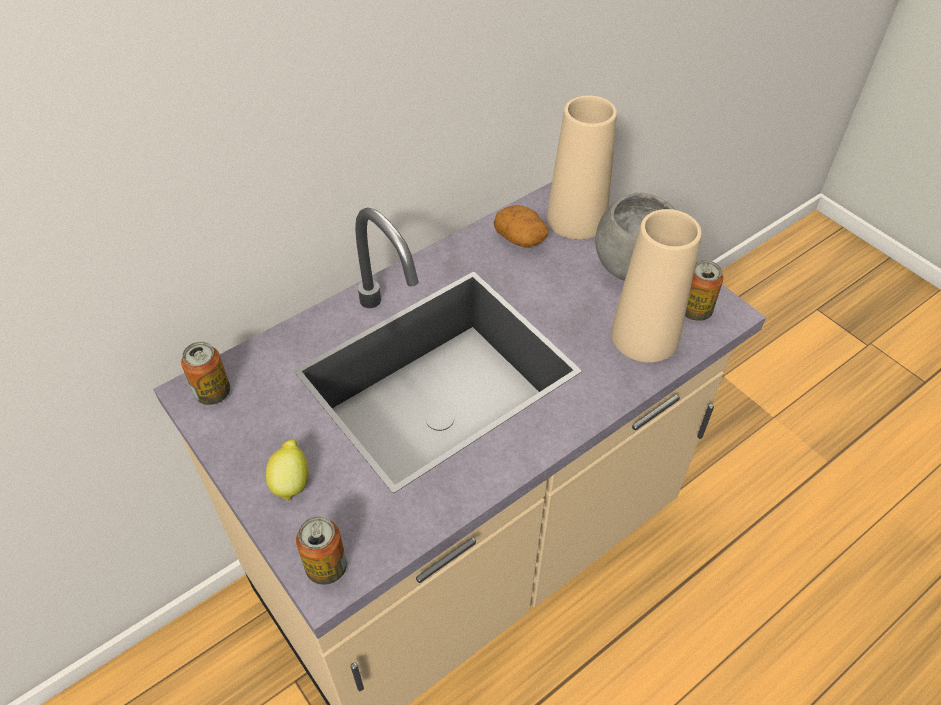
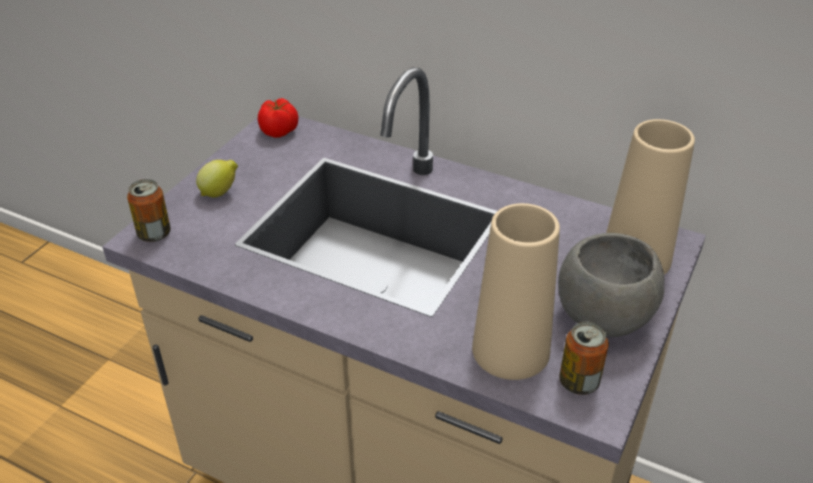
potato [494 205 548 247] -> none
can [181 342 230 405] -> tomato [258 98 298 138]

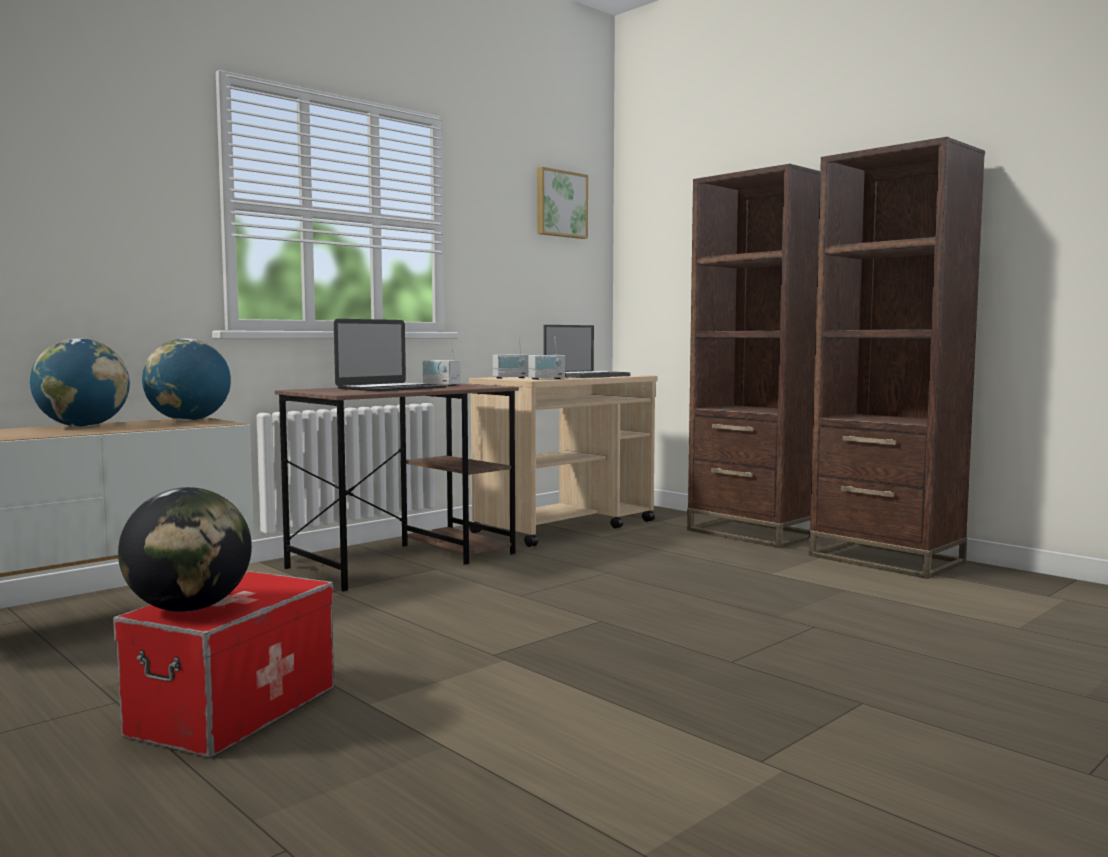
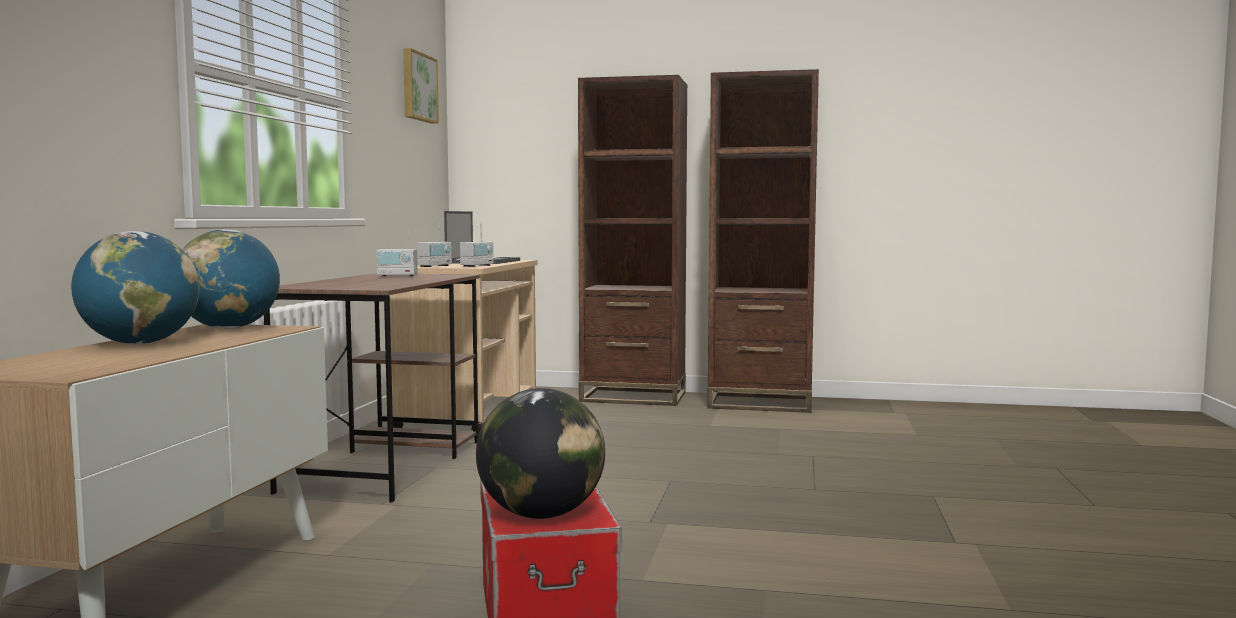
laptop [334 319 447 391] -> none

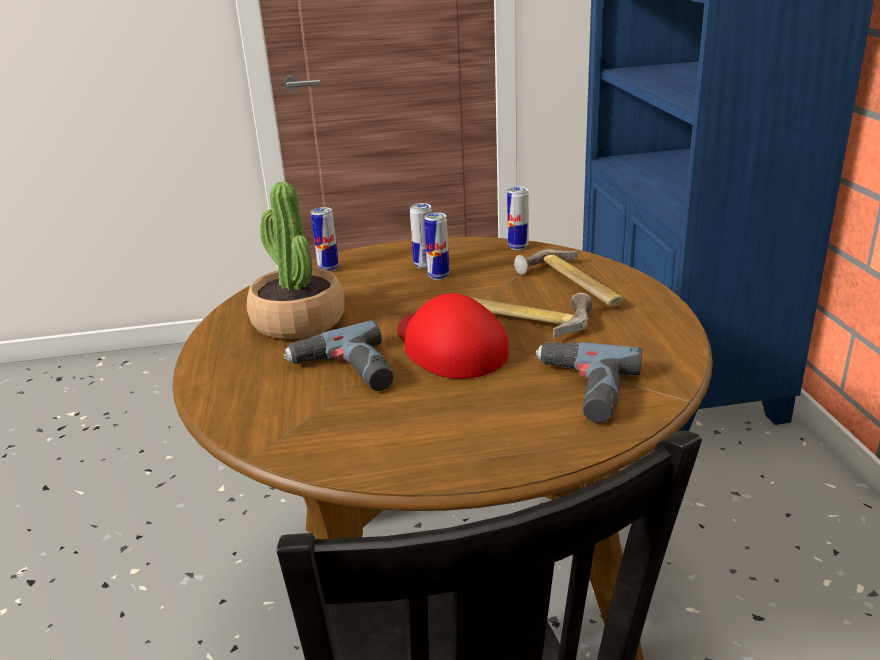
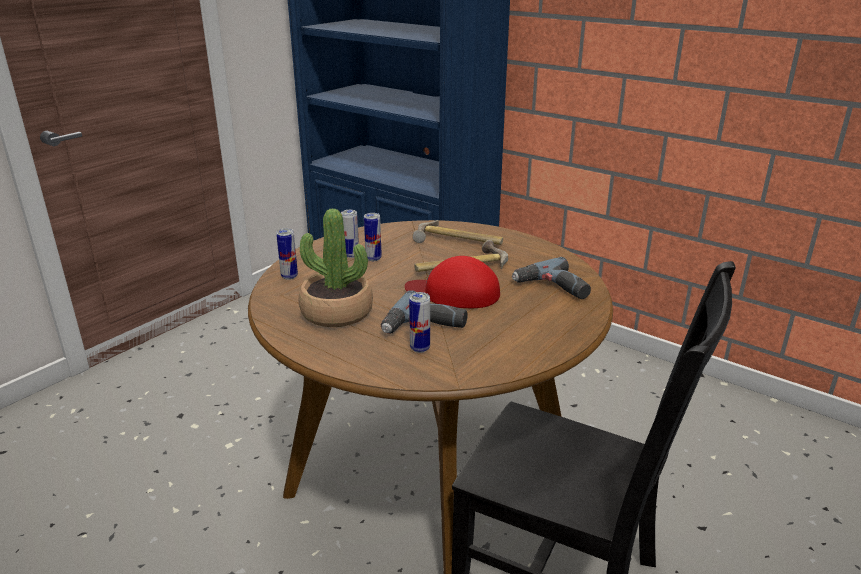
can [507 187 528 250] -> can [409 292 430 353], shifted

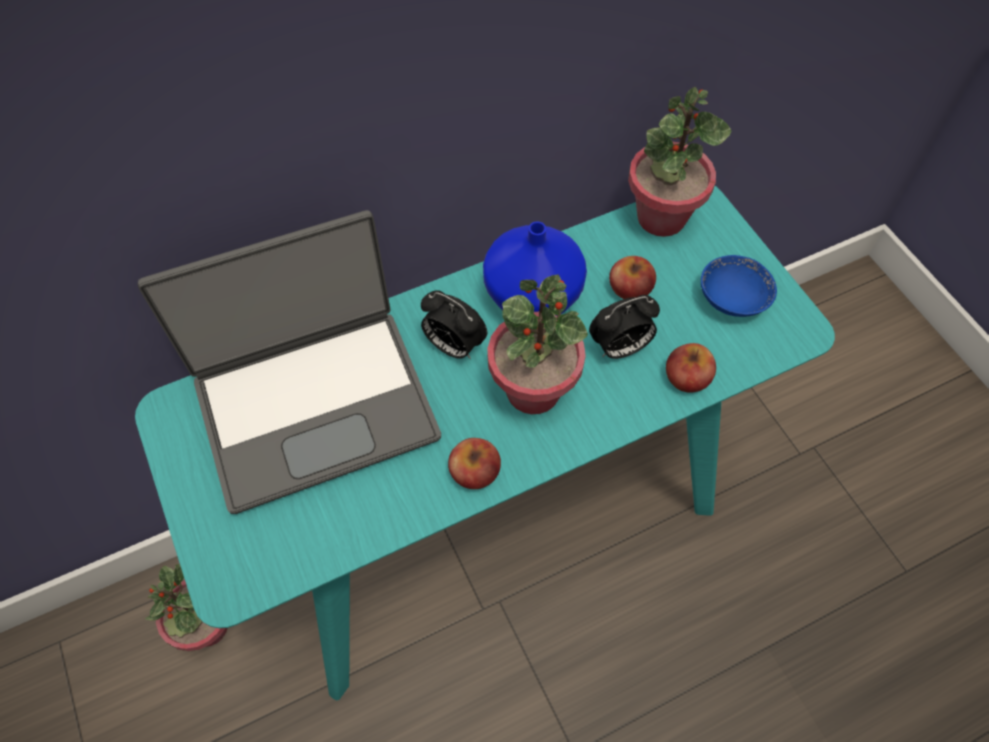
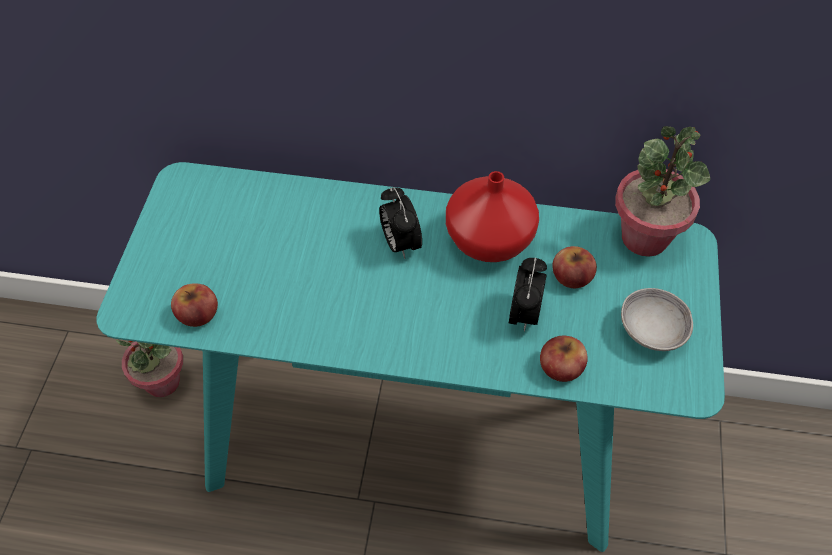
laptop [138 210 441 514] -> none
blue_vase [483 221 587 316] -> red_vase [446 171 539 262]
blue_bowl [701 255 777 317] -> grey_bowl [621 288 693 351]
potted_plant [487 275 588 414] -> none
alarm_clock [589 295 660 359] -> alarm_clock [509 258 547 332], 90 degrees counterclockwise
apple [448 438 501 489] -> apple [171 283 218 327], shifted

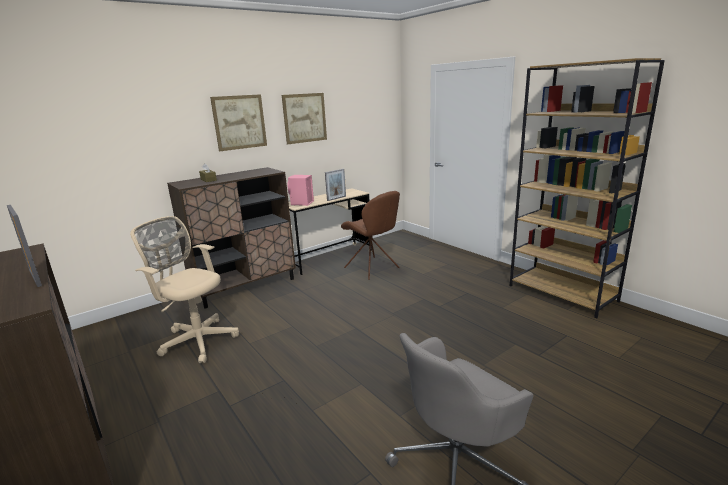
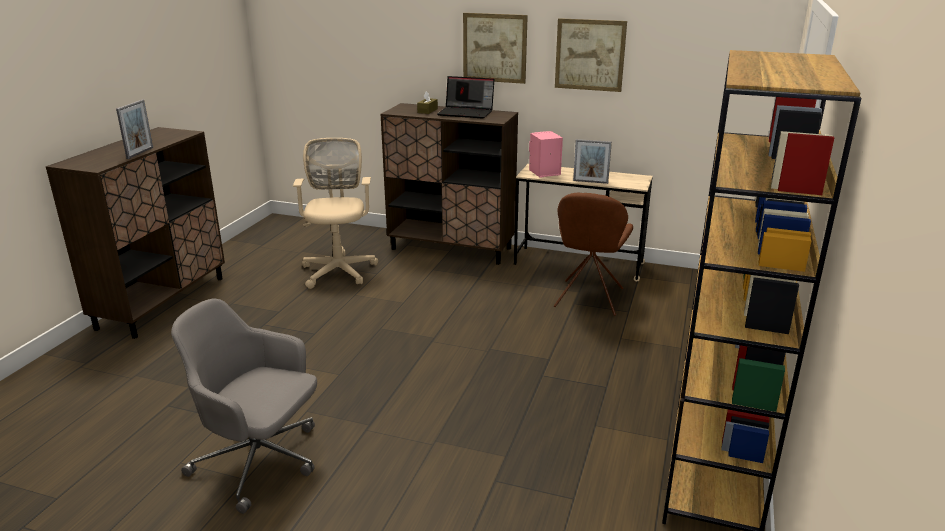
none -> laptop [437 76 495 119]

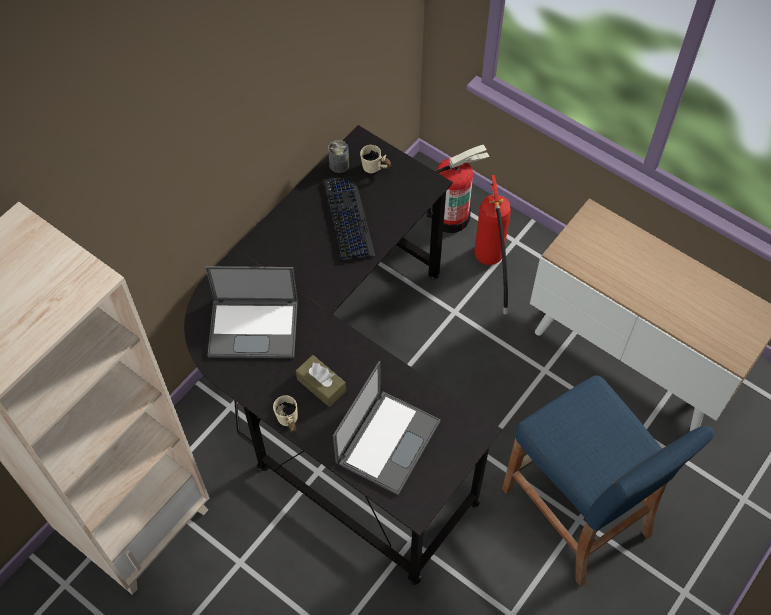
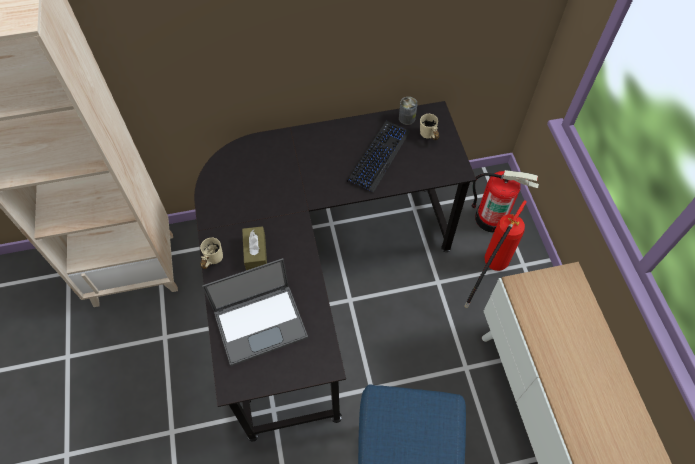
laptop [205 266 298 358] -> none

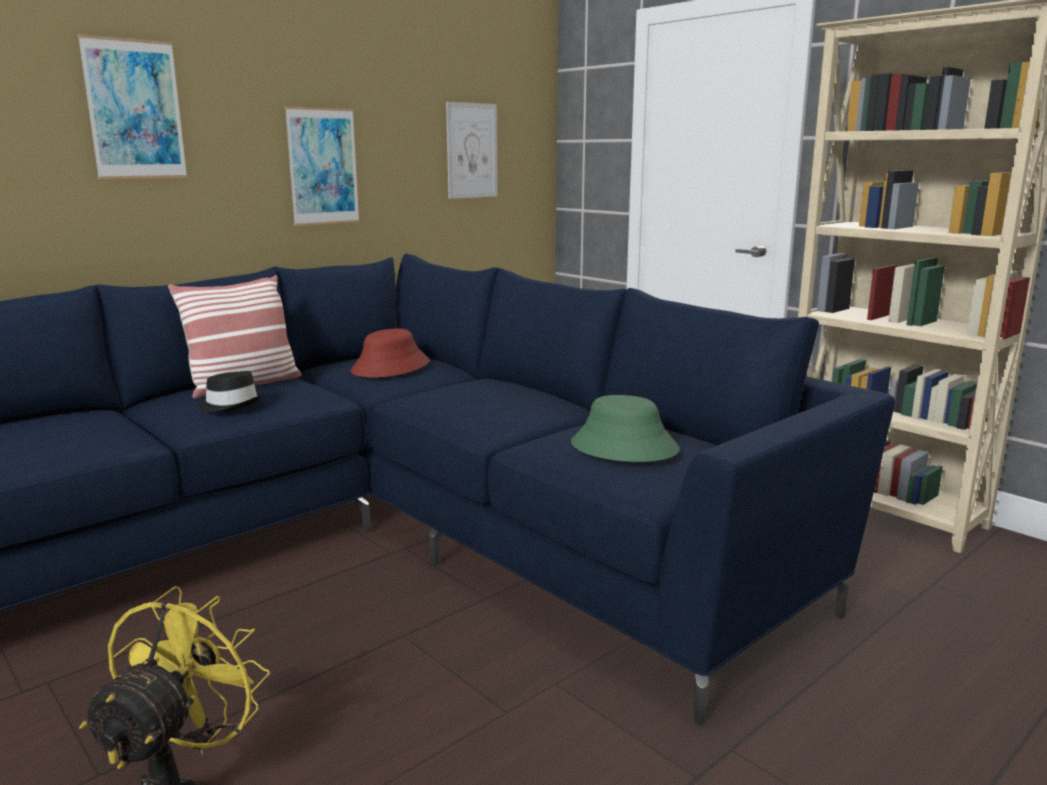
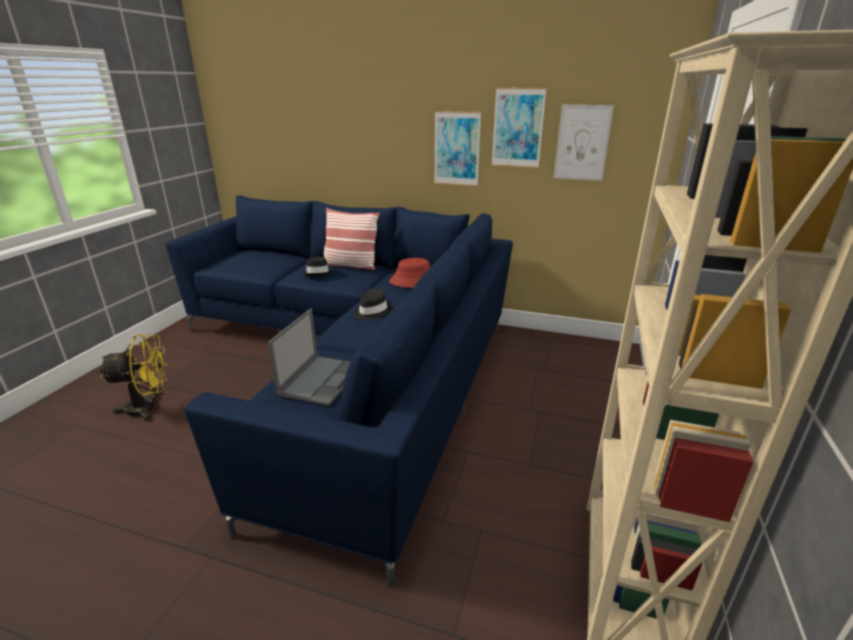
picture [78 34 187 179] -> picture [492 88 547 168], shifted
green_hat [571 395 680 462] -> laptop [268 309 350 406]
none -> black_hat [354 288 392 320]

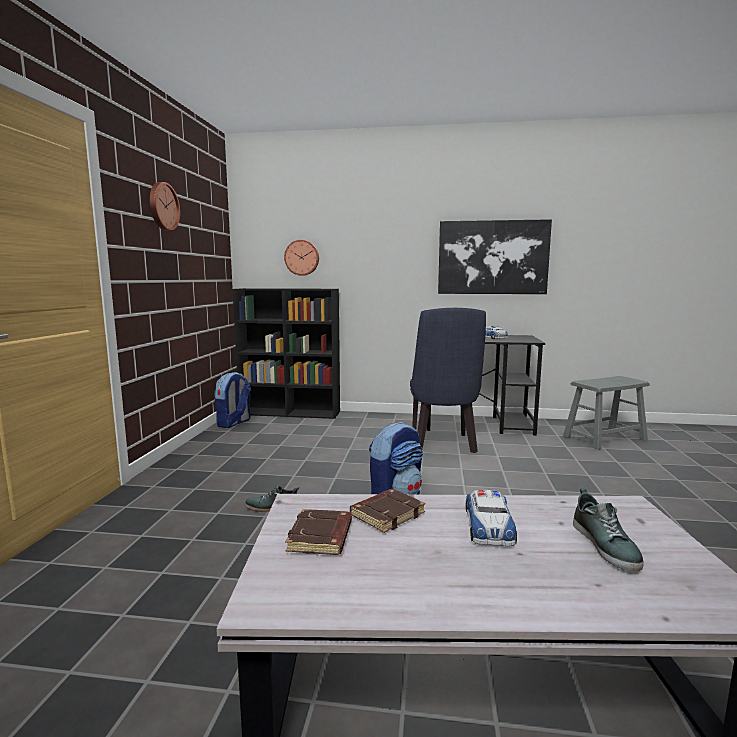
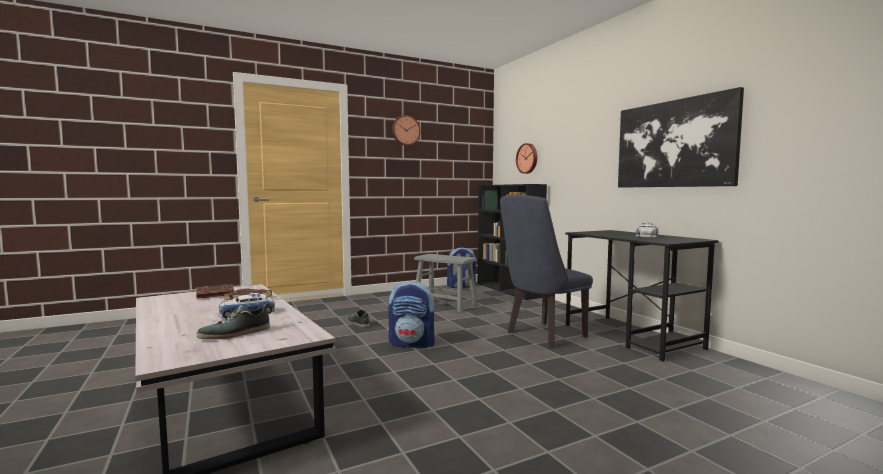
grey_stool [563 376 650 450] -> grey_stool [414 254 478 312], shifted

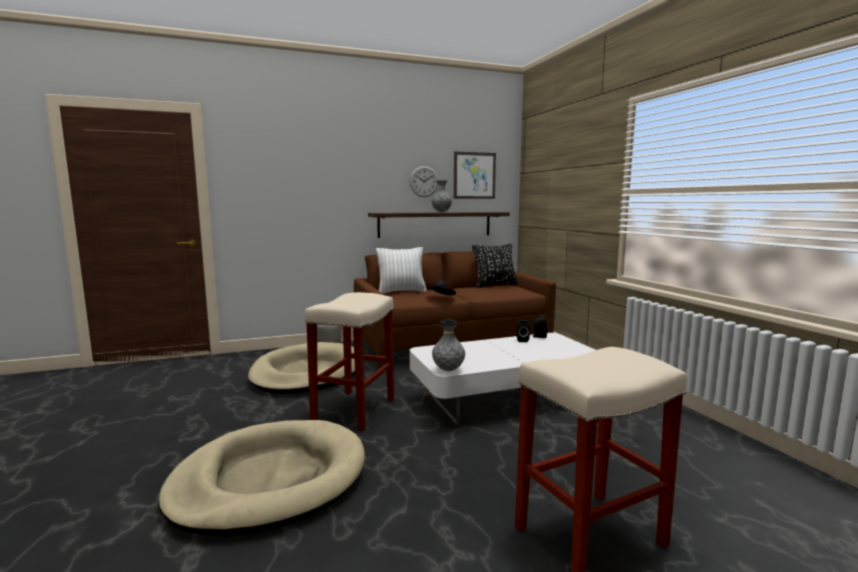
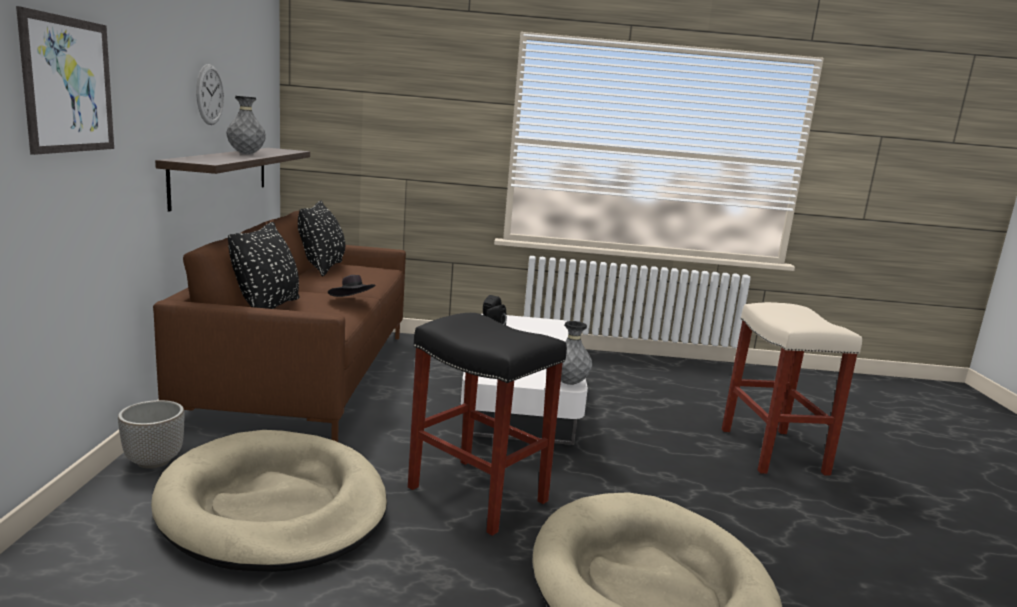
picture [454 151 496 199] -> picture [16 6 114 155], shifted
white_pillow [376 247 427 293] -> black_pillow [228 222 299 309]
beige_stool [304 292 394 431] -> black_stool [408 313 567 536]

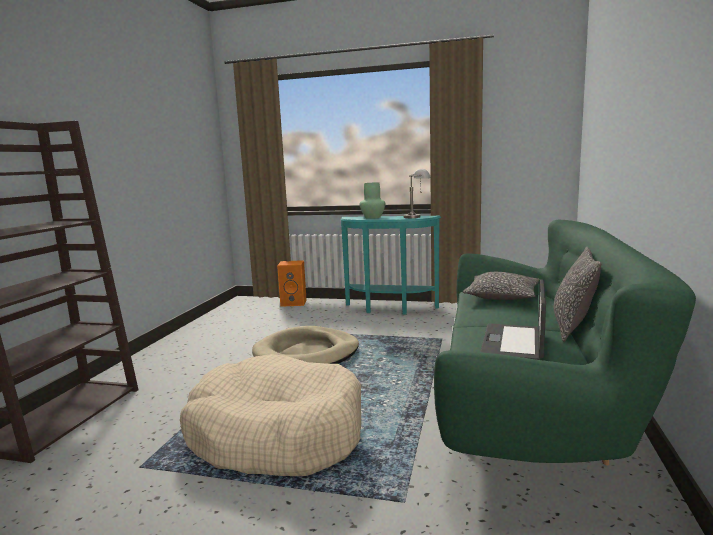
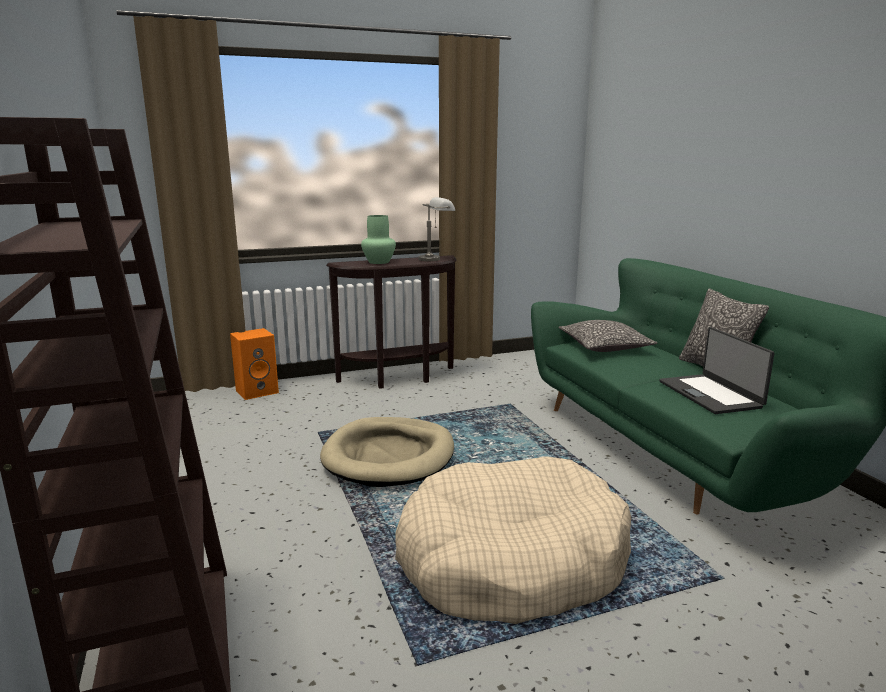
turquoise_console_table [340 216 441 315] -> brown_console_table [326 255 456 389]

